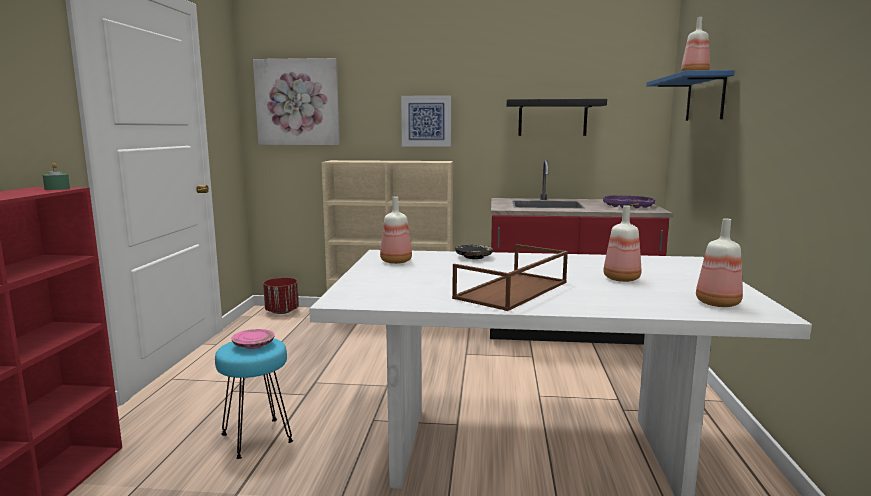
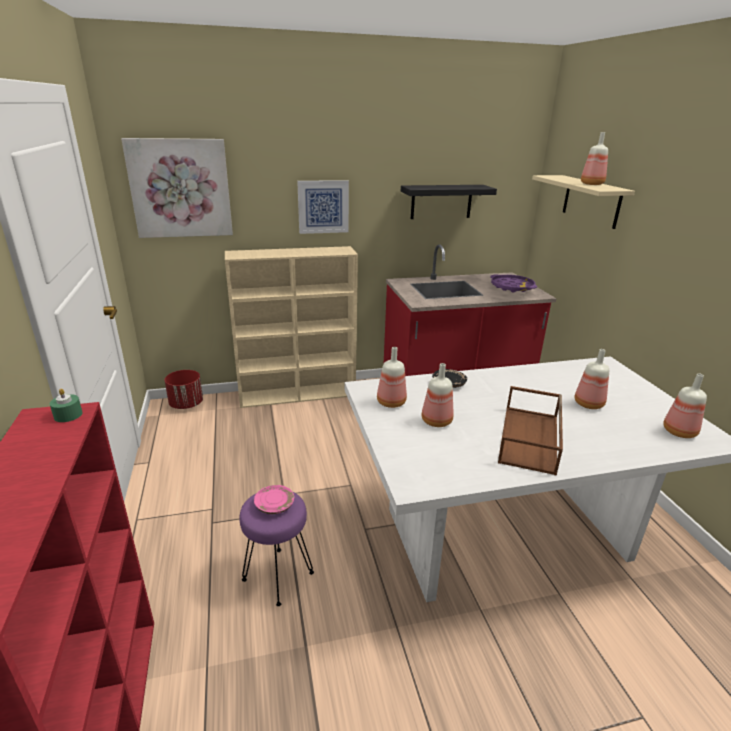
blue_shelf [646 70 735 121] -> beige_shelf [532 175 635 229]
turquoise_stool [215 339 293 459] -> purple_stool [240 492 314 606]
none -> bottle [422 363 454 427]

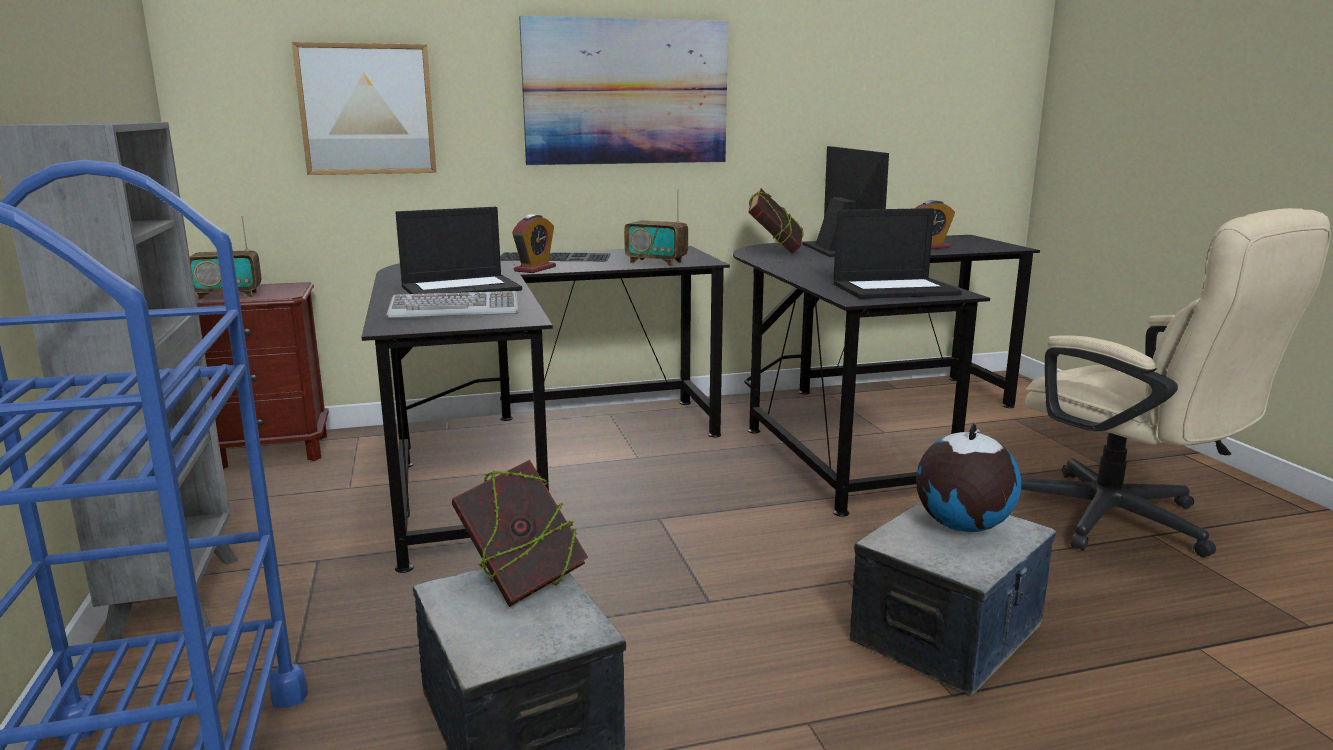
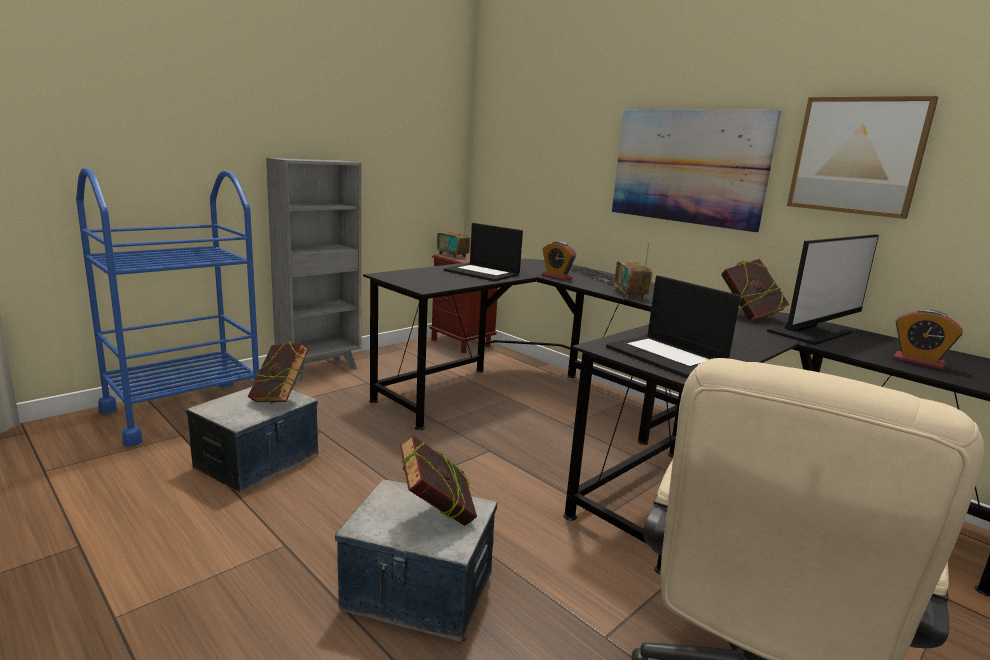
picture [292 42 436 175] -> picture [787 96 938 219], shifted
alarm_clock [512 215 556 273] -> alarm_clock [541 241 576 281], 45 degrees clockwise
keyboard [386 291 518 318] -> none
globe [916 423 1021 532] -> book [400 435 477 526]

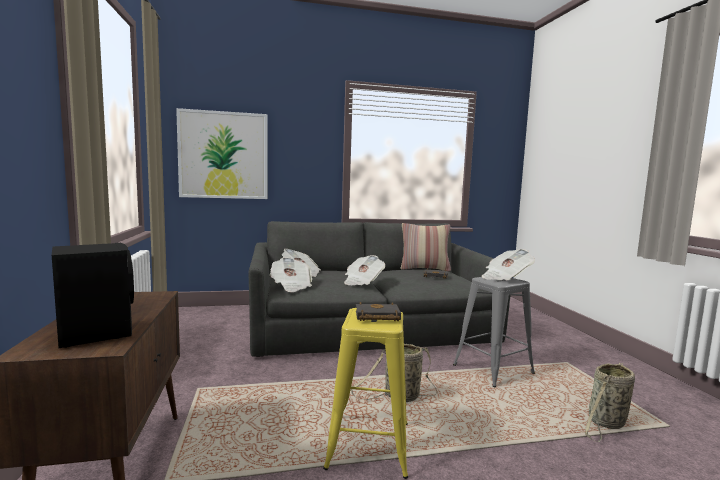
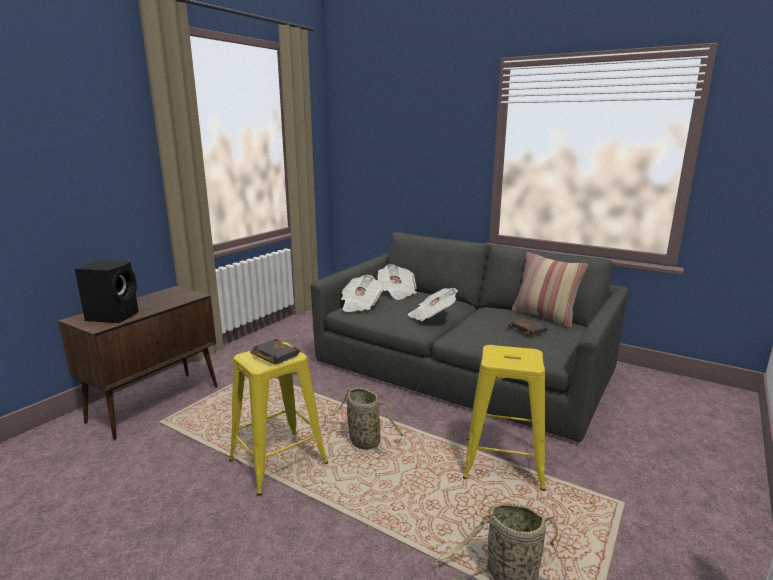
picture [176 108 267 199] -> none
newspaper [481 249 535 281] -> none
grey_stool [453 277 535 387] -> yellow_stool [463 345 545 491]

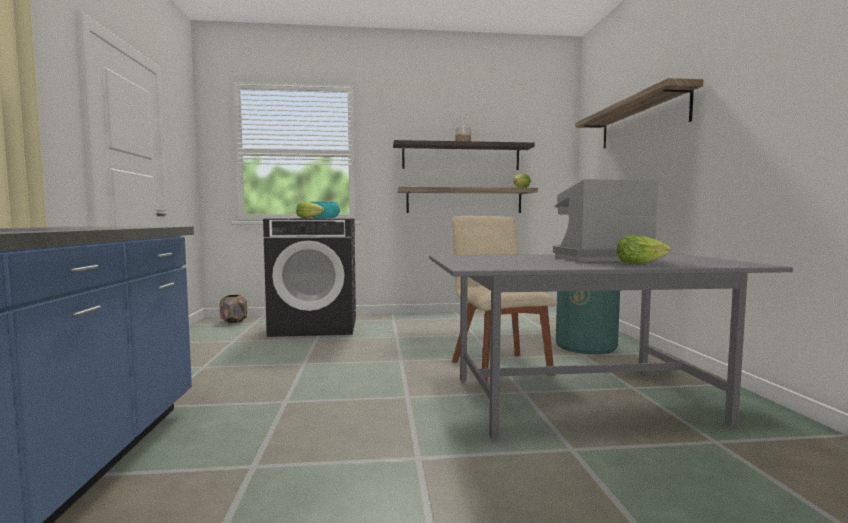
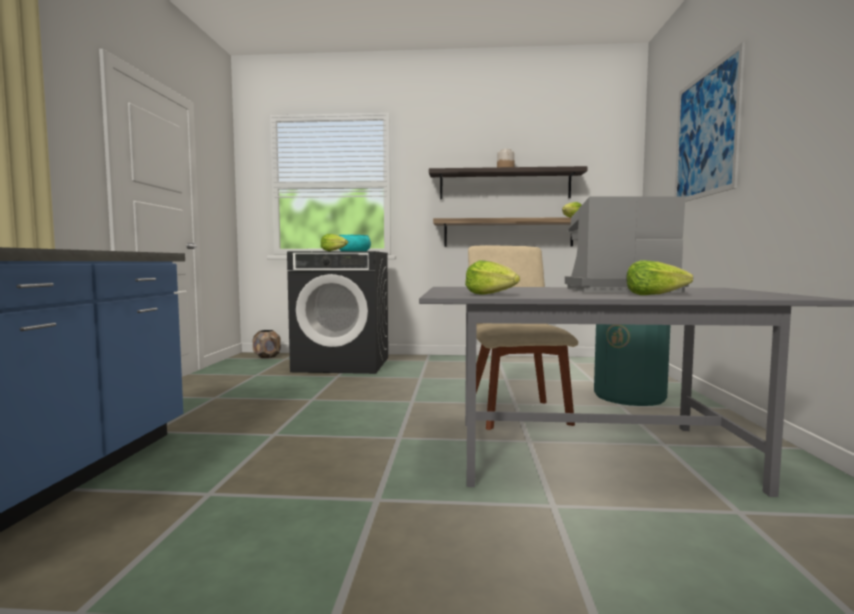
shelf [575 78 703 148] -> picture [675 42 745 202]
none -> lettuce [465 260 520 295]

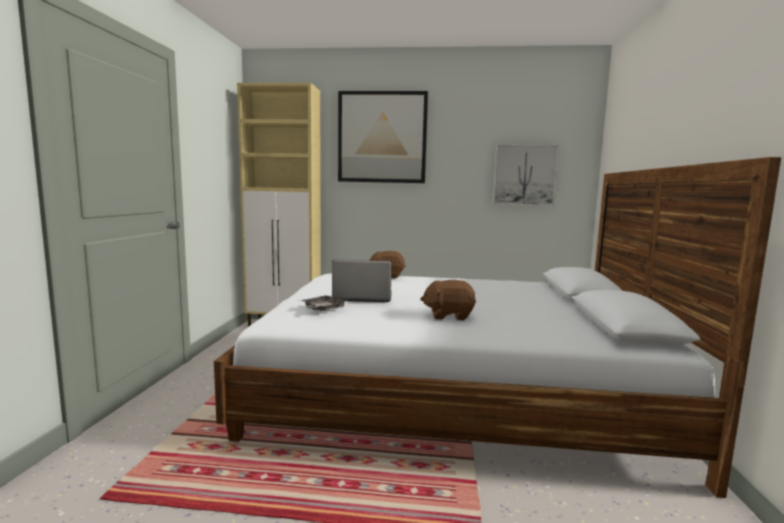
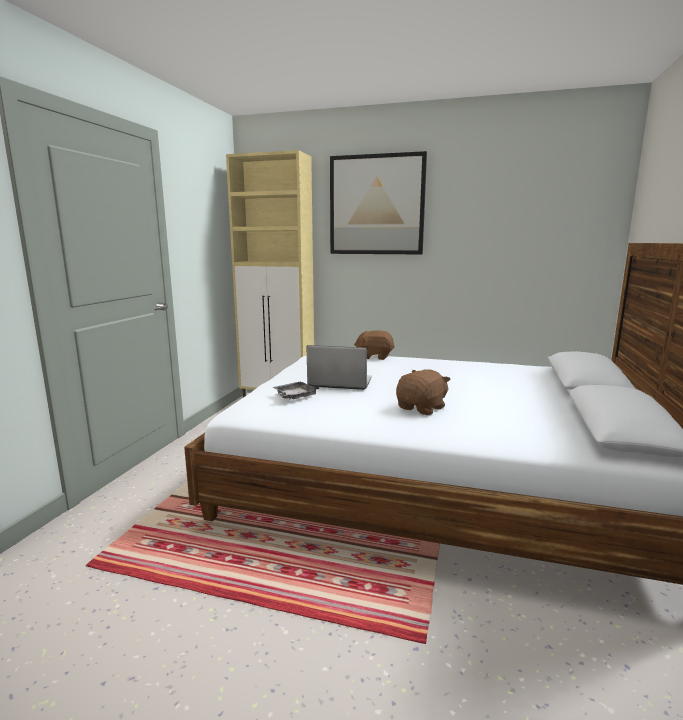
picture [493 144 559 206] -> none
brown_plush_toy [421 280 476 320] -> brown_plush_toy [396 370 451 415], 120 degrees clockwise

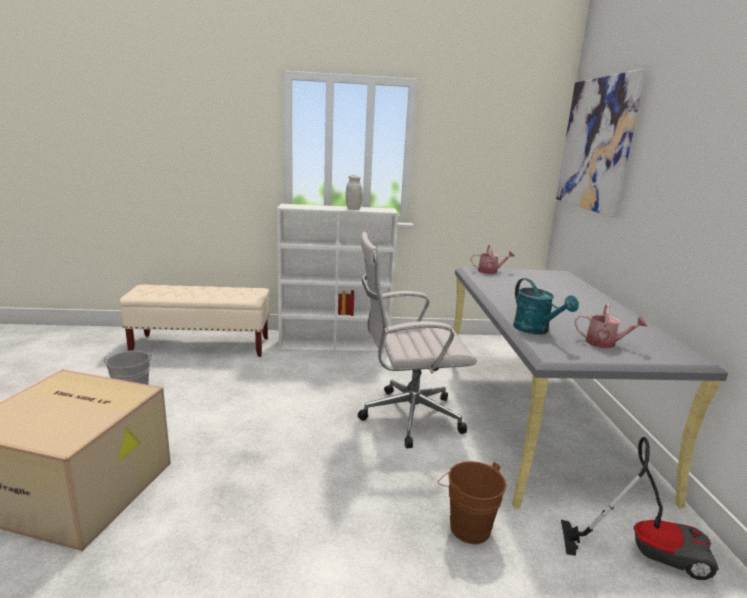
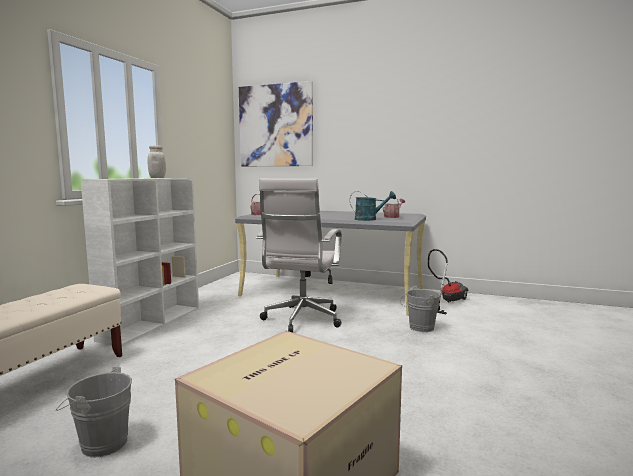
brown_bucket [438 461 507 544] -> grey_bucket [400 286 440 332]

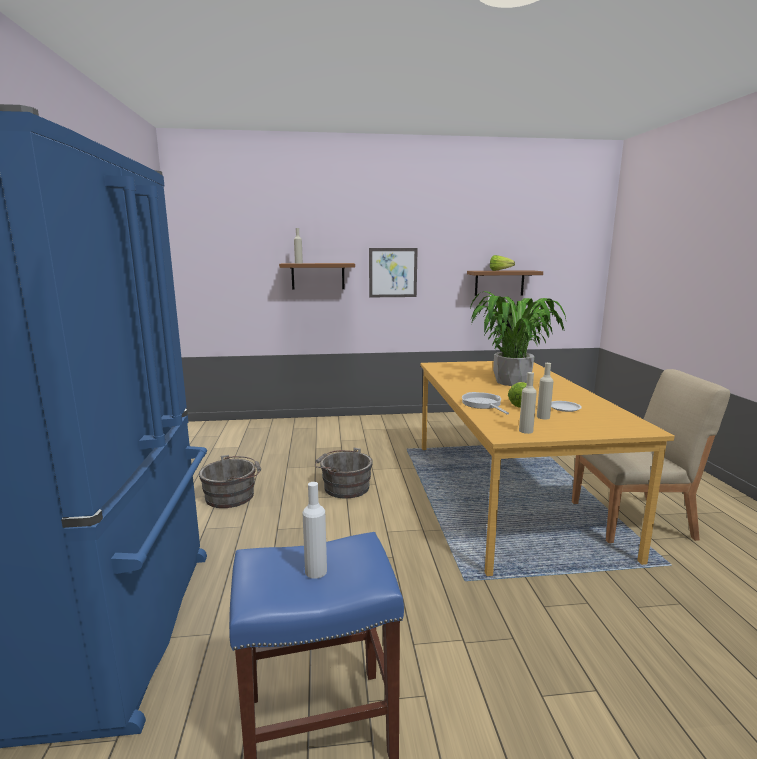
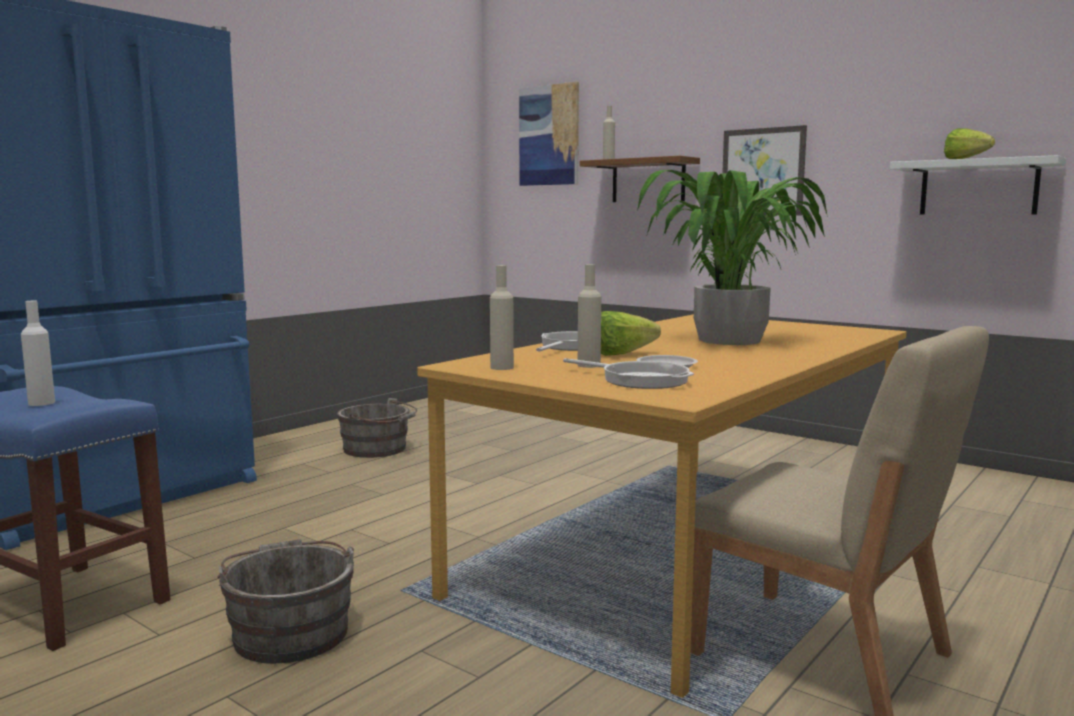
brown_shelf [467 270 543 296] -> white_shelf [890 155 1066 215]
grey_bucket [315 448 373 498] -> grey_bucket [217 539 354 664], shifted
none -> picture [519 82 579 186]
none -> frying_pan [563 358 694 389]

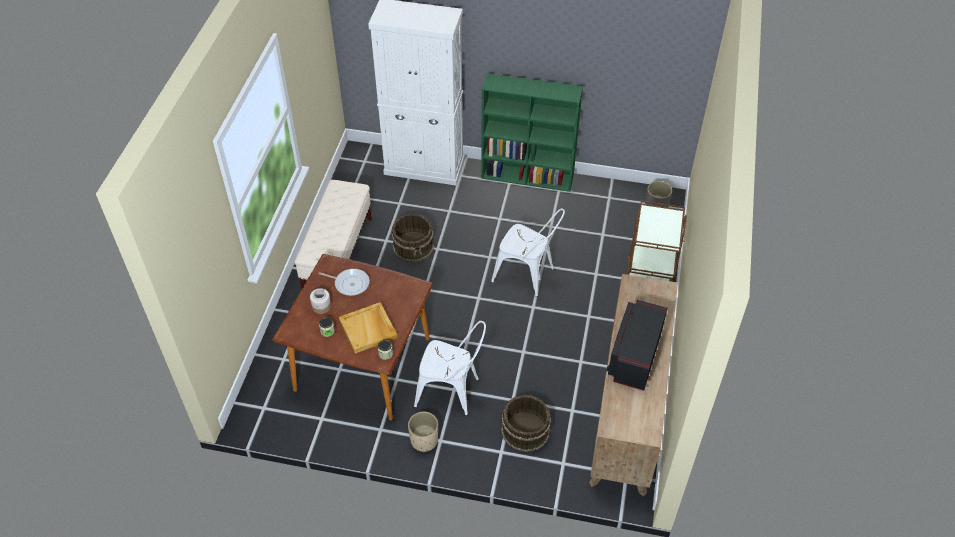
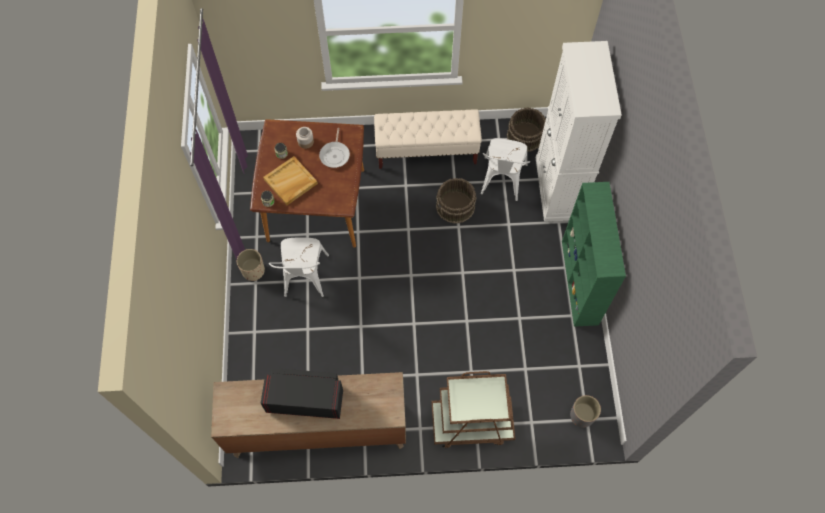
white_chair [491 209 565 297] -> white_chair [481 138 530 201], shifted
brown_bucket [501 394 551 452] -> brown_bucket [507 107 546 152], shifted

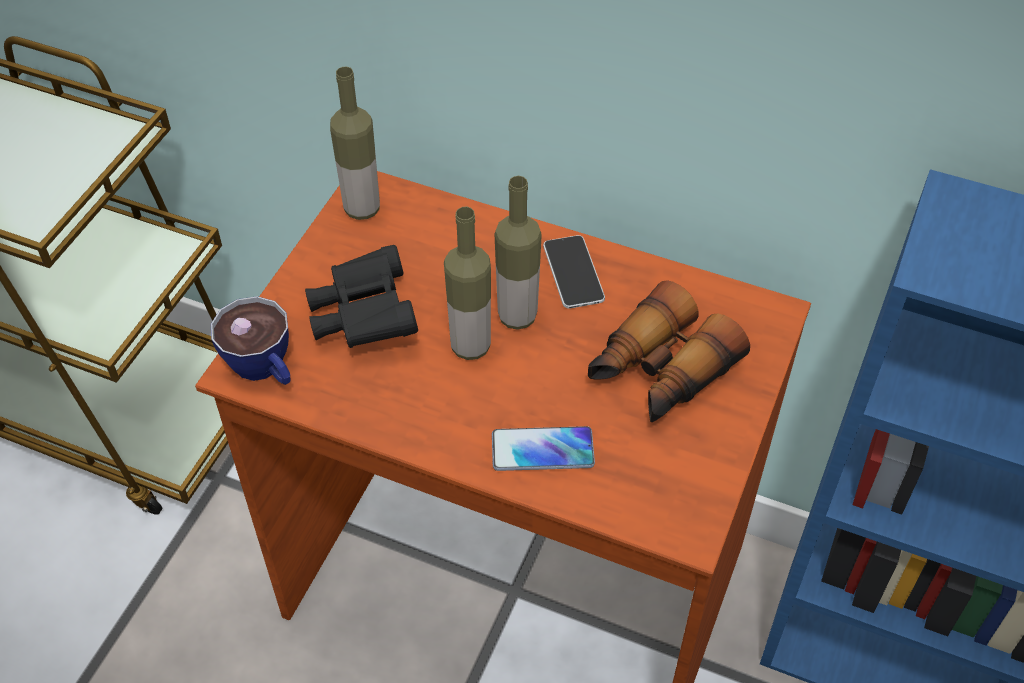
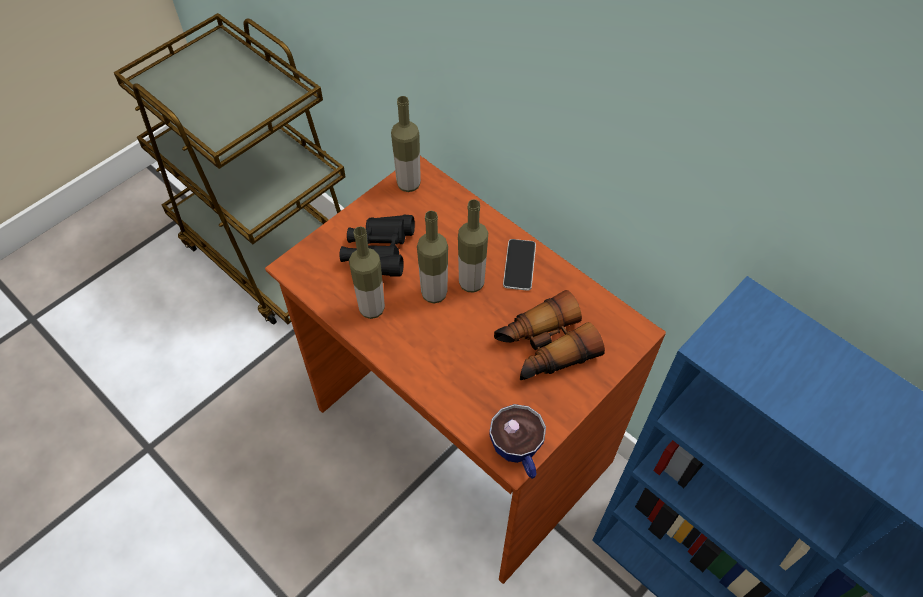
cup [211 296 291 385] -> cup [489 404 546 479], shifted
phone [492 426 595 471] -> none
none -> bottle [349 226 385 319]

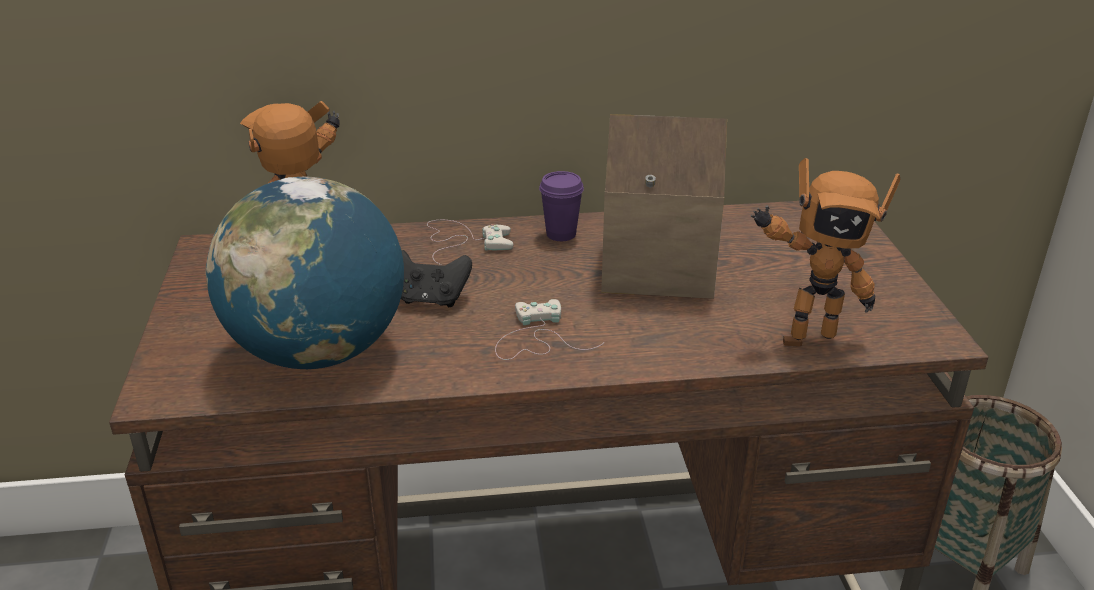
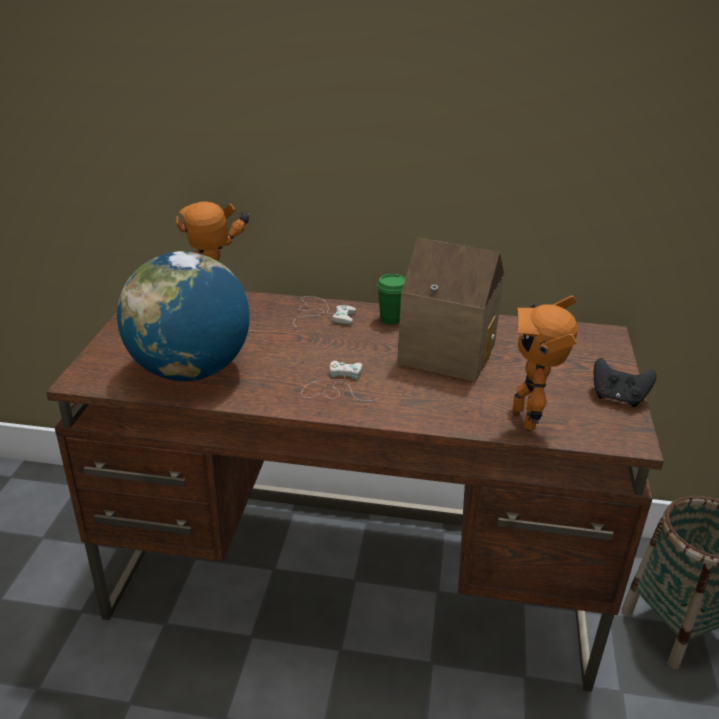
toy_robot [751 158 900 347] -> toy_robot [513 296 578 431], 75 degrees clockwise
purple_cup [539 171 584 241] -> green_cup [377 274 406 325]
black_game_controller [401 250 472 307] -> black_game_controller [594 358 657 407], shifted

